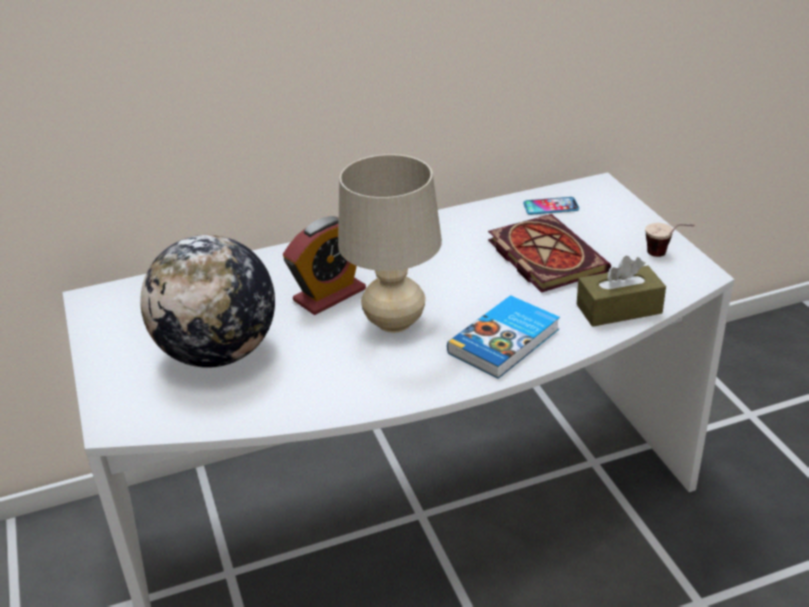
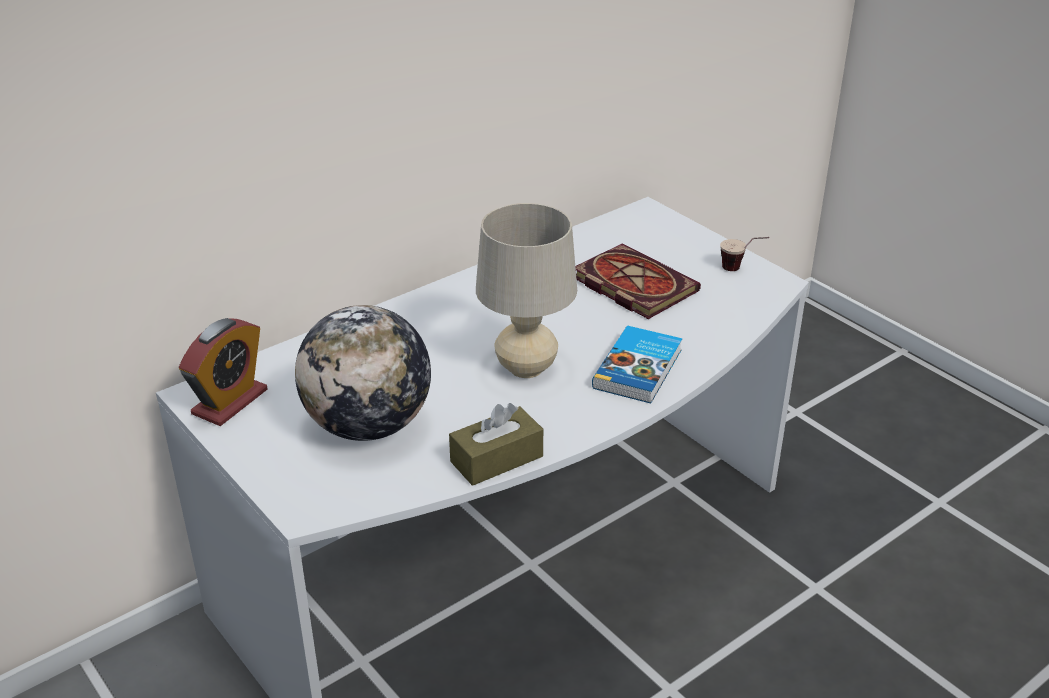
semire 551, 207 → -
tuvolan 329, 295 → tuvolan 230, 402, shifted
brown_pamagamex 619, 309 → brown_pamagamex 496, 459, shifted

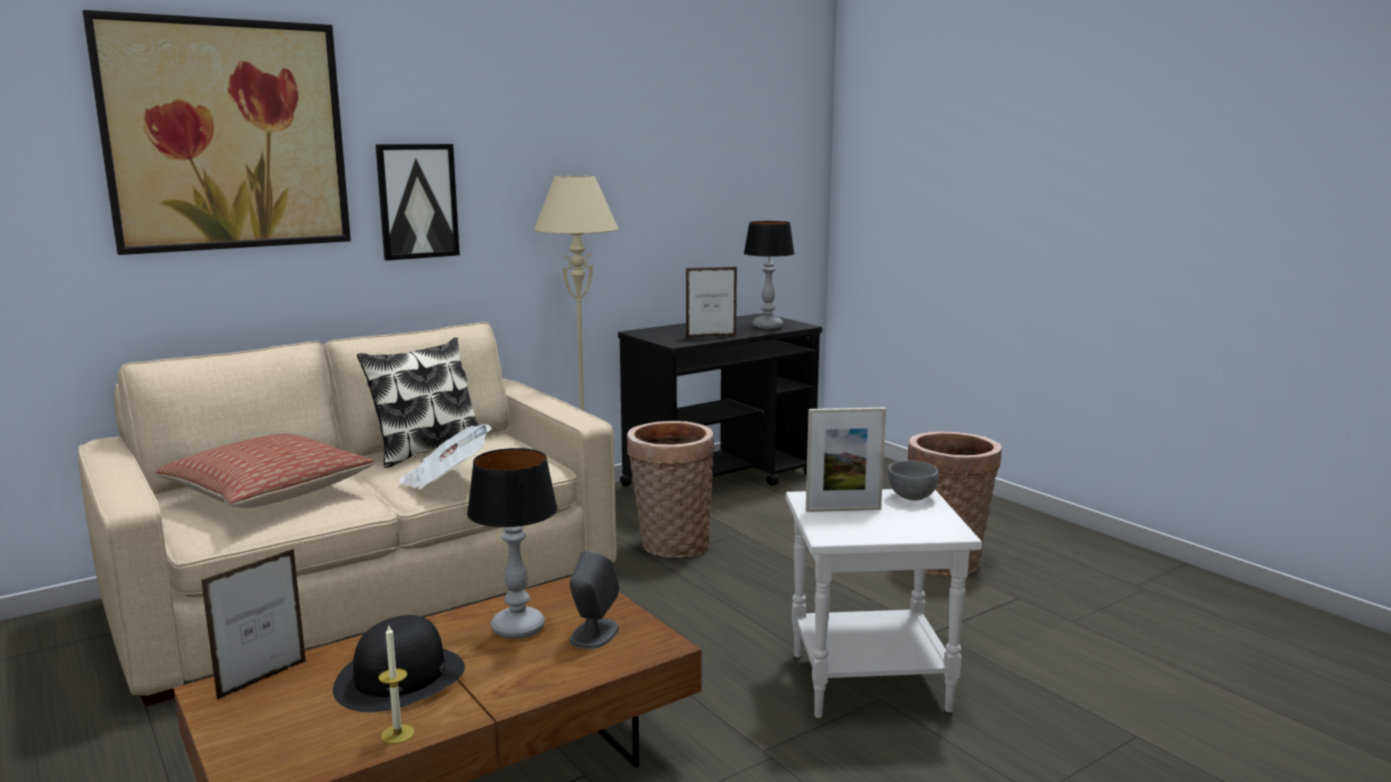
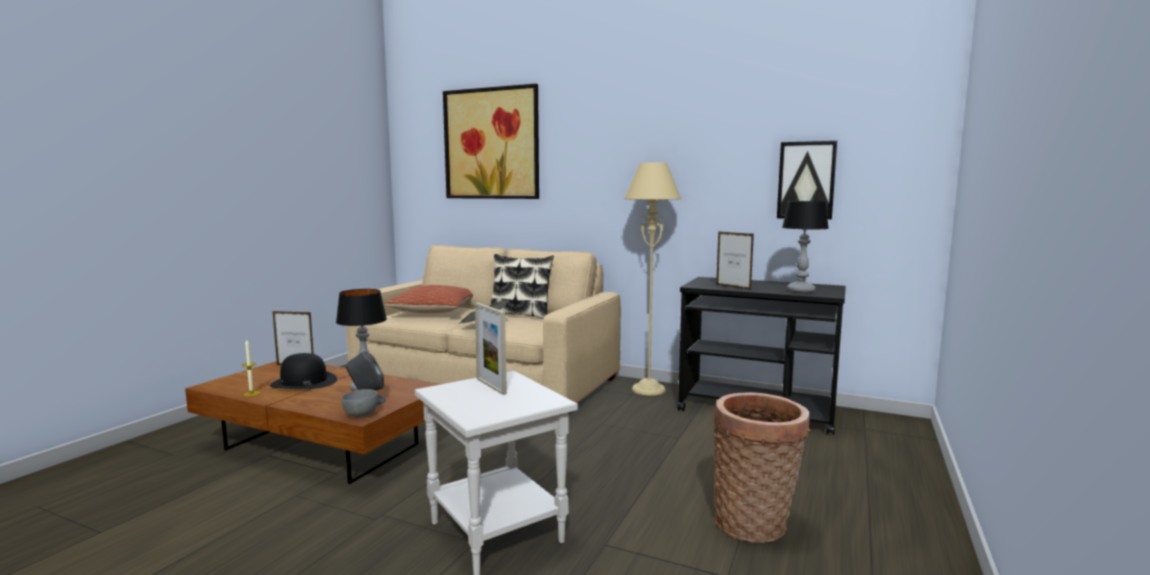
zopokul 671, 546 → -
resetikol 417, 201 → resetikol 806, 180, shifted
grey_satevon 912, 497 → grey_satevon 361, 415, shifted

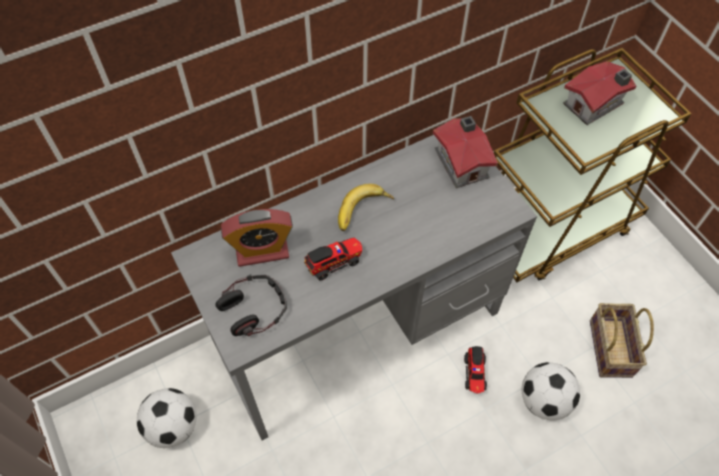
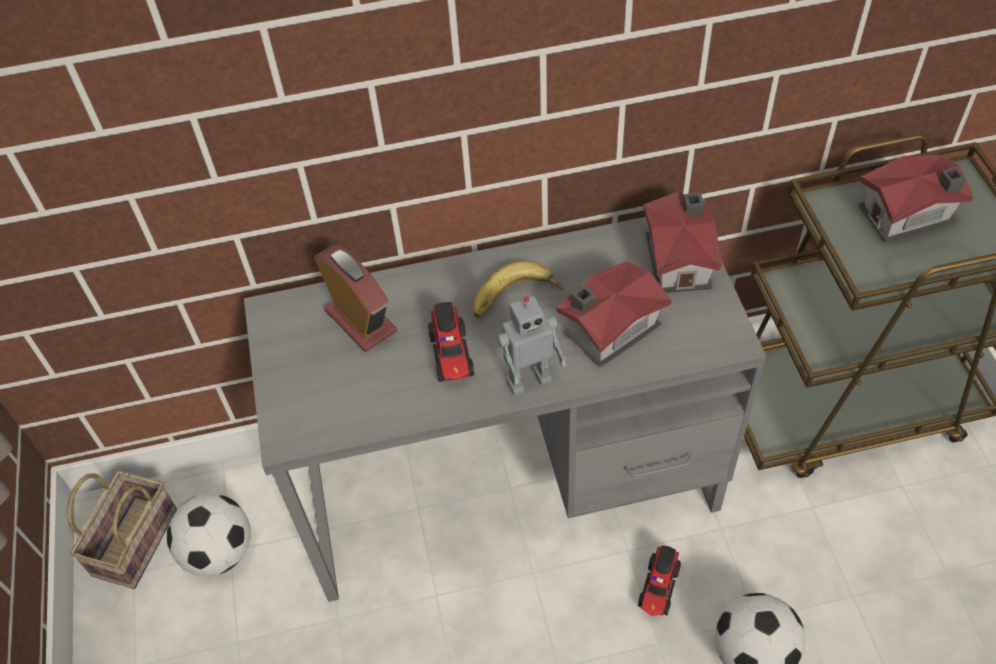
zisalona 254, 308 → -
- → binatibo 528, 379
- → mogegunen 608, 330
zopokul 608, 347 → zopokul 135, 539, shifted
tuvolan 262, 251 → tuvolan 360, 321, 135 degrees counterclockwise
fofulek 334, 262 → fofulek 451, 357, 90 degrees clockwise

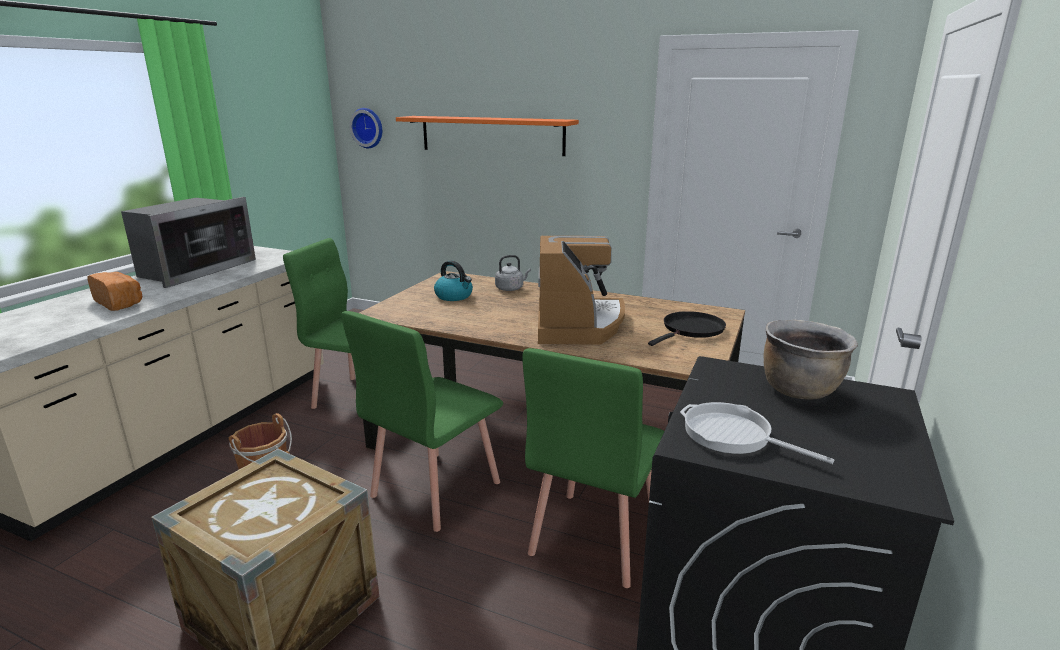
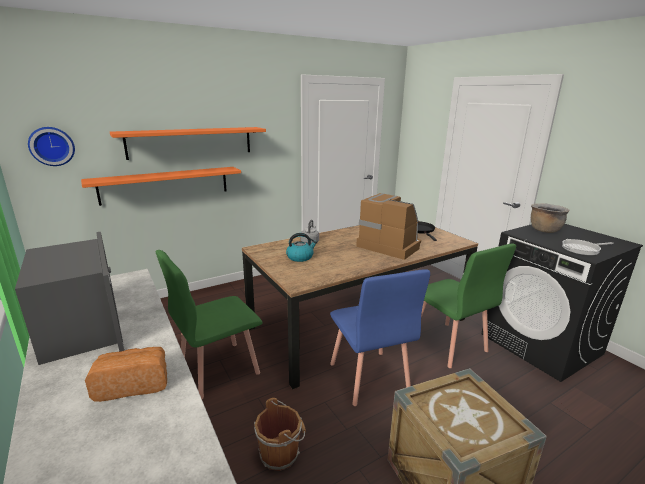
- → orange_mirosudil 165, 185
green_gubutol 434, 489 → blue_gubutol 368, 377

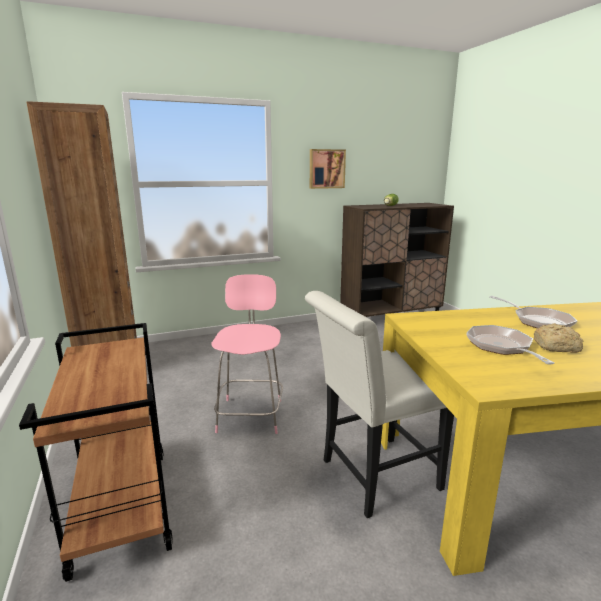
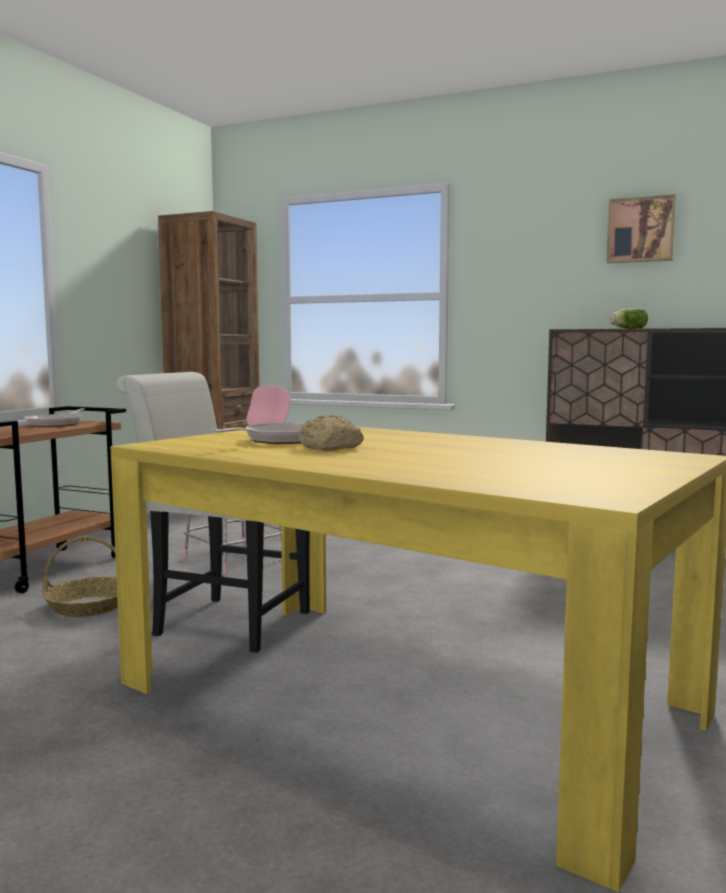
- → zopokul 88, 606
resetikol 326, 169 → resetikol 640, 230, shifted
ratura 538, 321 → ratura 57, 424, shifted

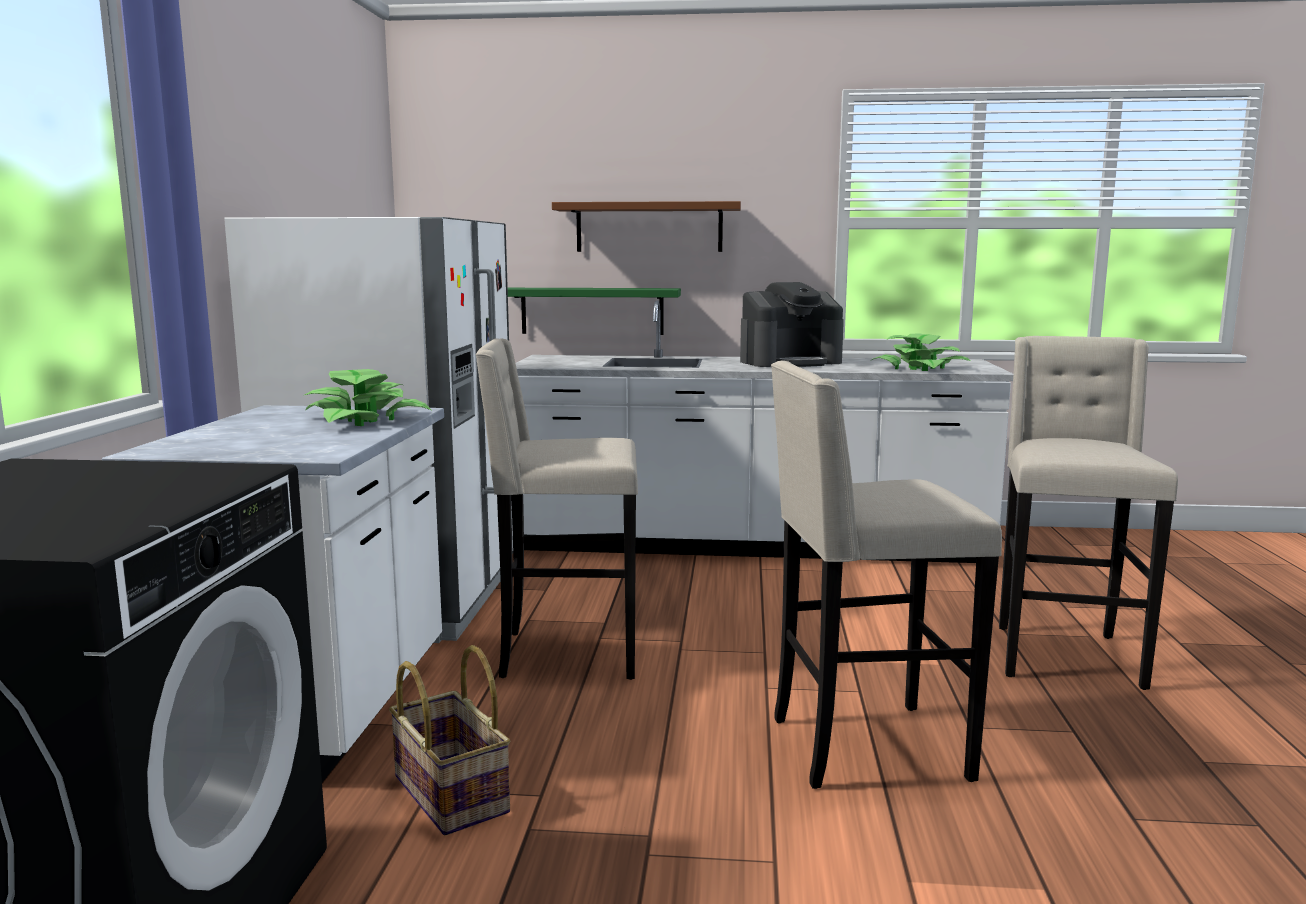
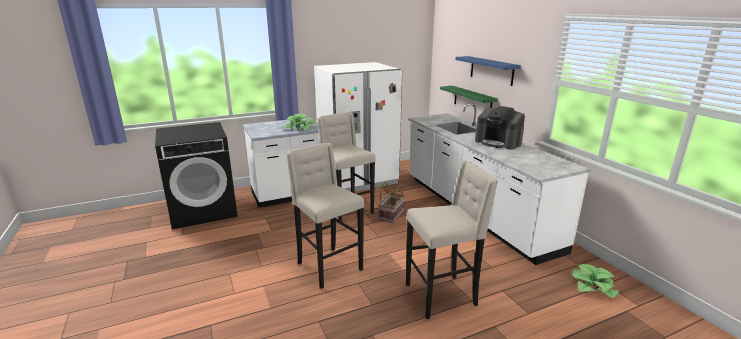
zopokul 448, 794 → zopokul 391, 215, shifted
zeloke 919, 368 → zeloke 593, 286, shifted
brown_mirosudil 649, 227 → blue_mirosudil 491, 70

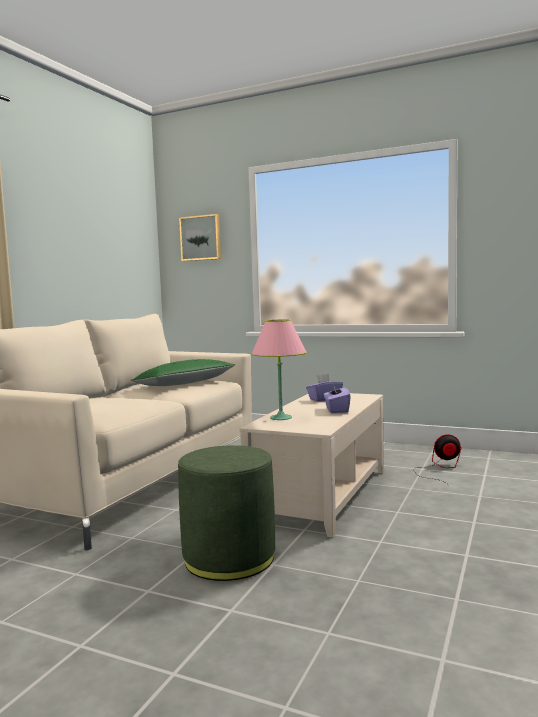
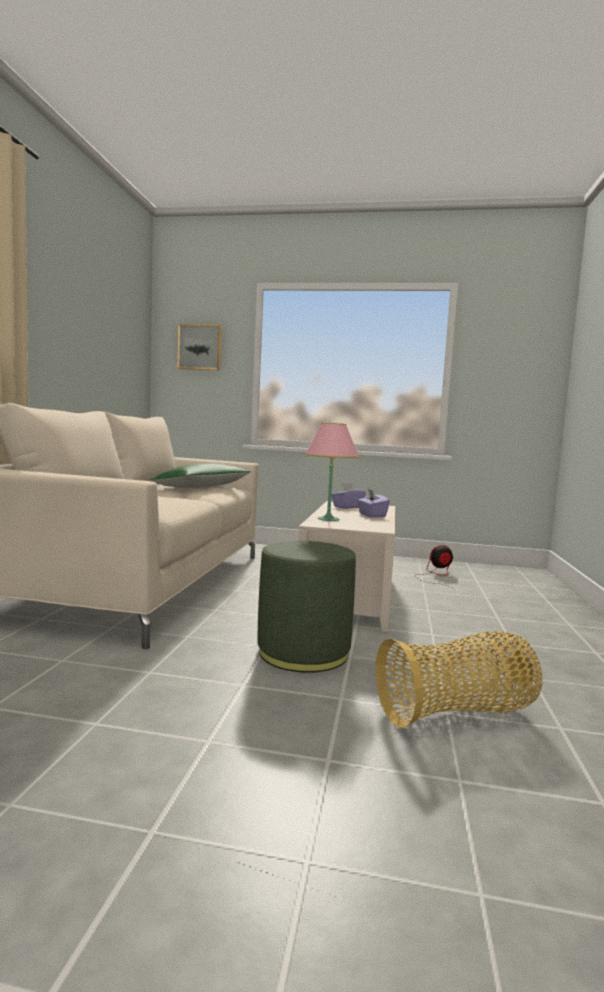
- → zopokul 457, 713

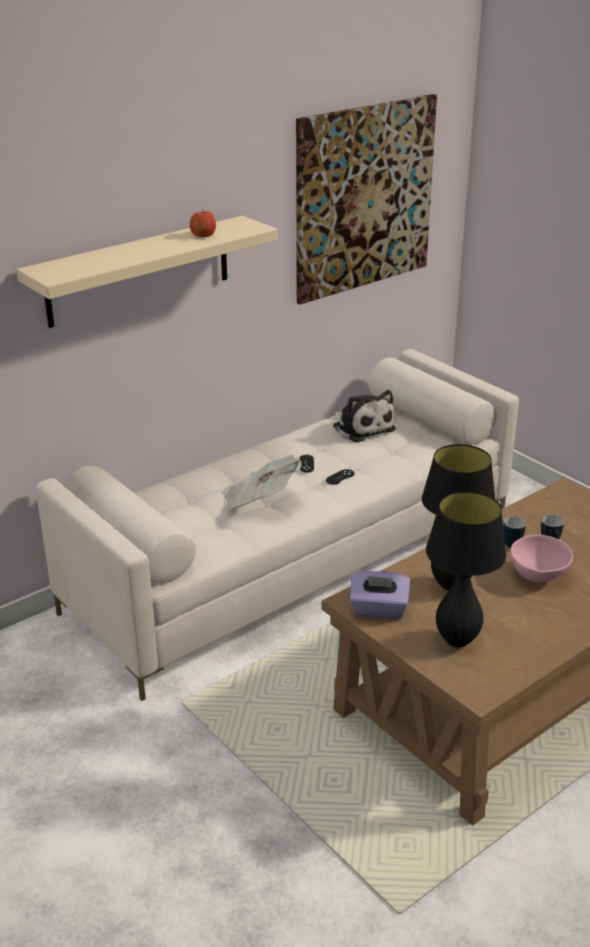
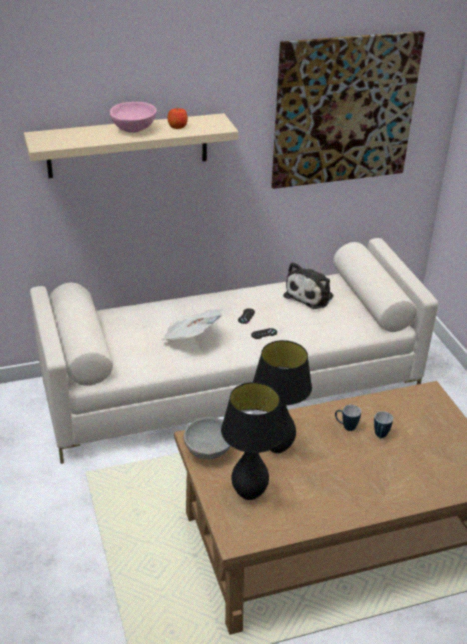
pink_satevon 539, 575 → pink_satevon 134, 130, shifted
purple_pamagamex 378, 610 → grey_satevon 209, 451
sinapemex 362, 427 → sinapemex 310, 295, 45 degrees clockwise

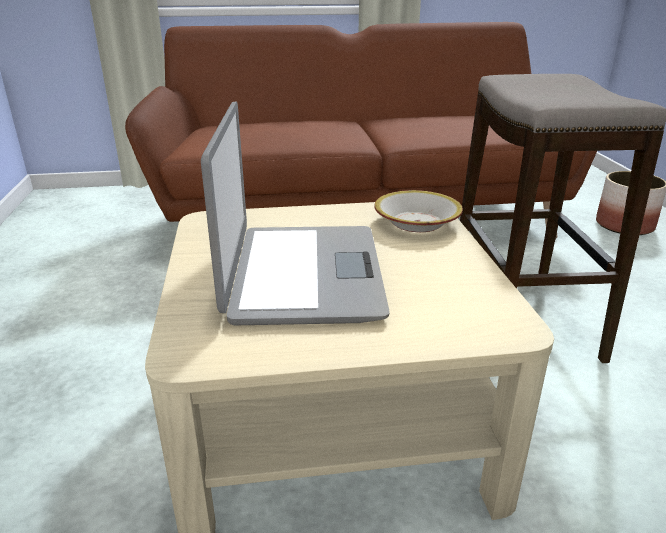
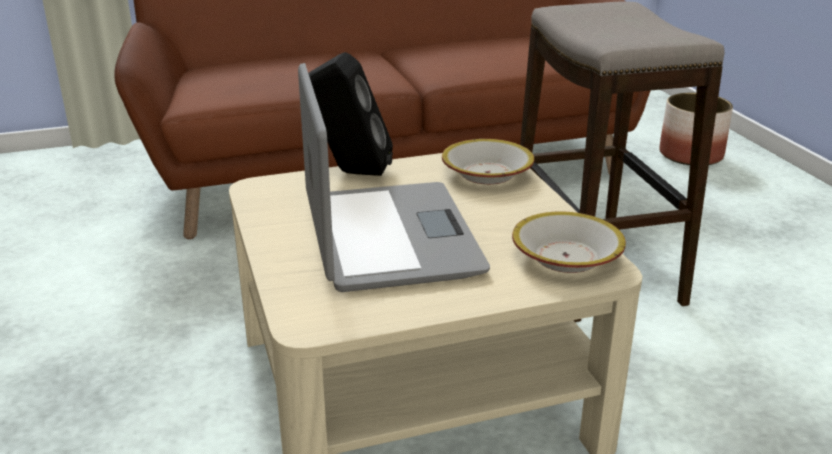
- → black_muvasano 350, 172
- → satevon 565, 257

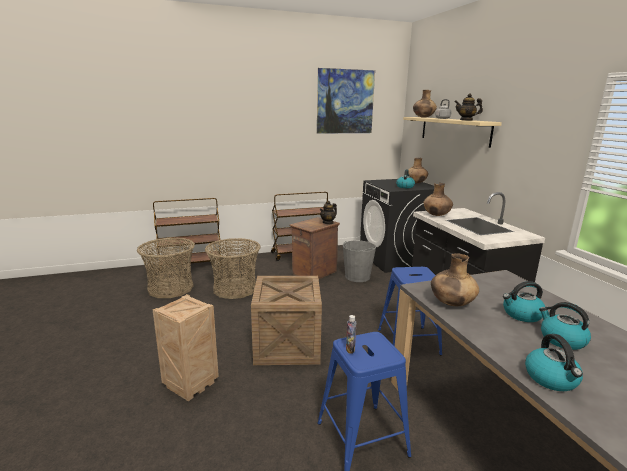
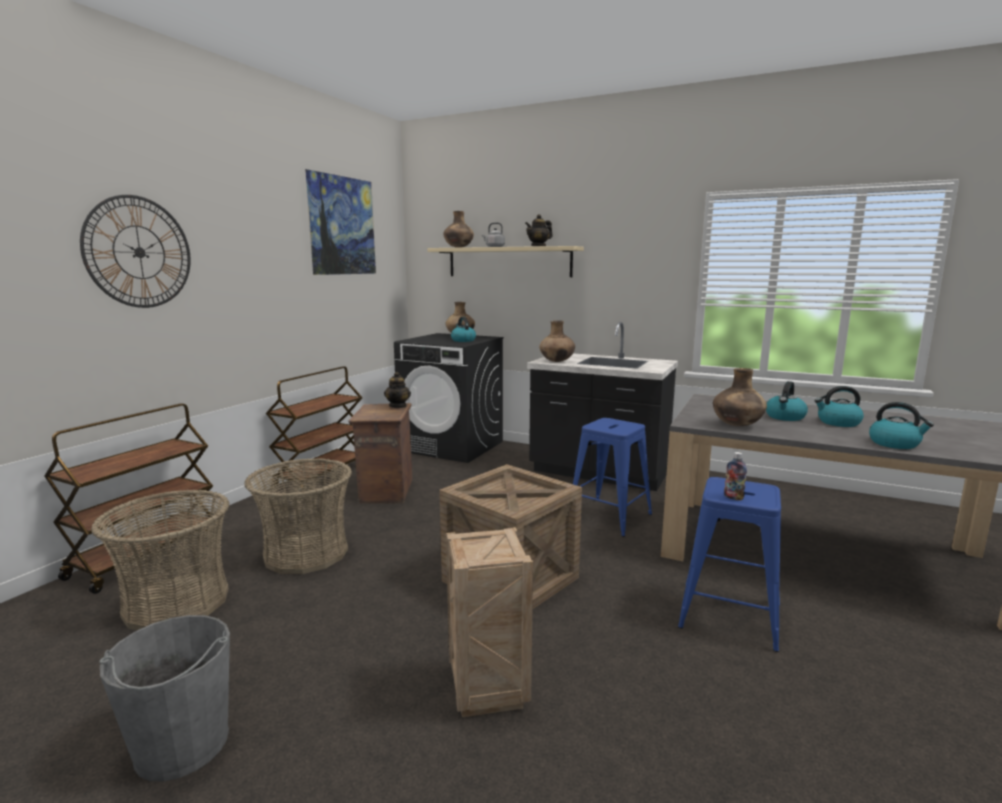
- → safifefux 139, 252
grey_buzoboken 357, 277 → grey_buzoboken 182, 745, shifted

